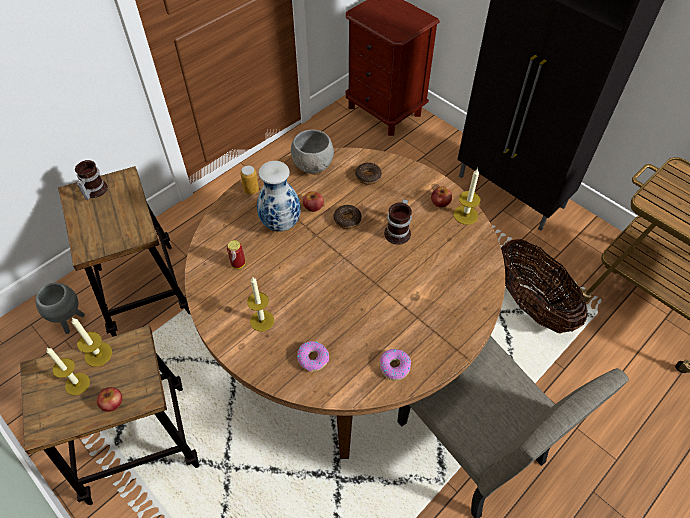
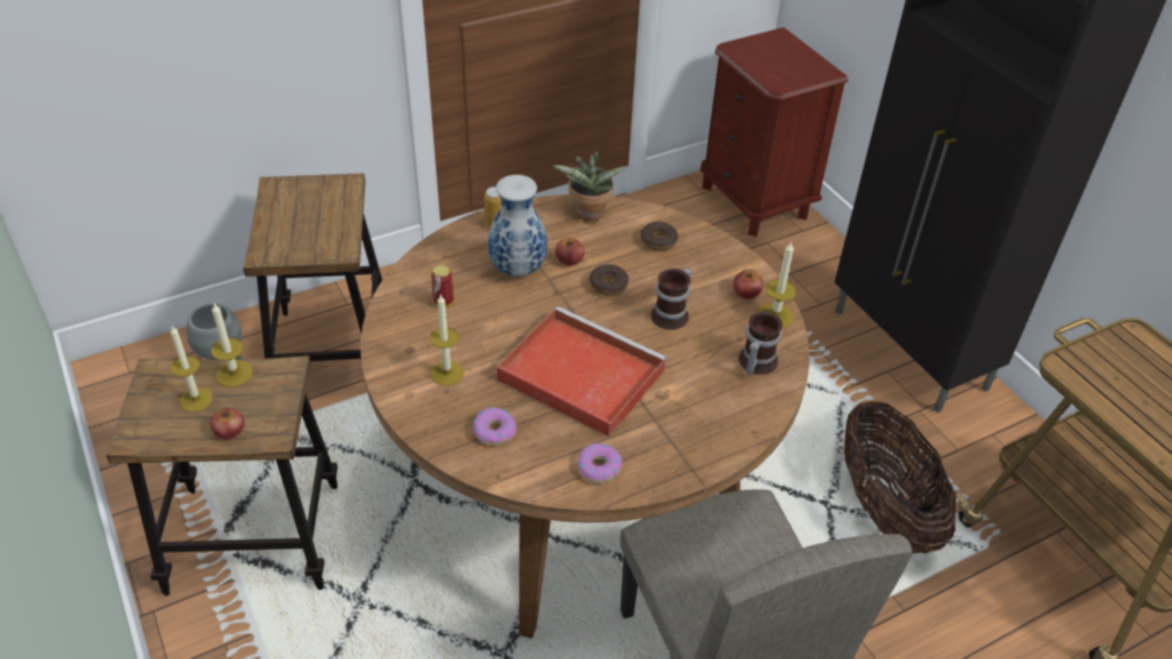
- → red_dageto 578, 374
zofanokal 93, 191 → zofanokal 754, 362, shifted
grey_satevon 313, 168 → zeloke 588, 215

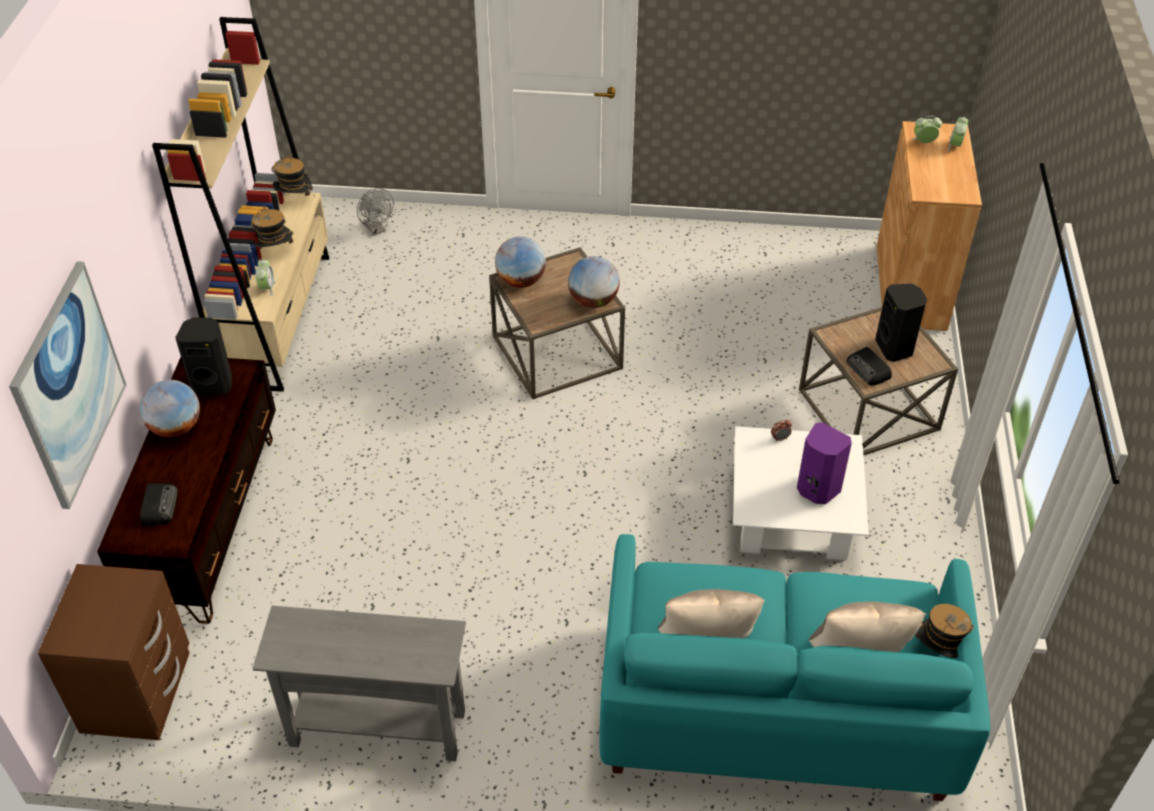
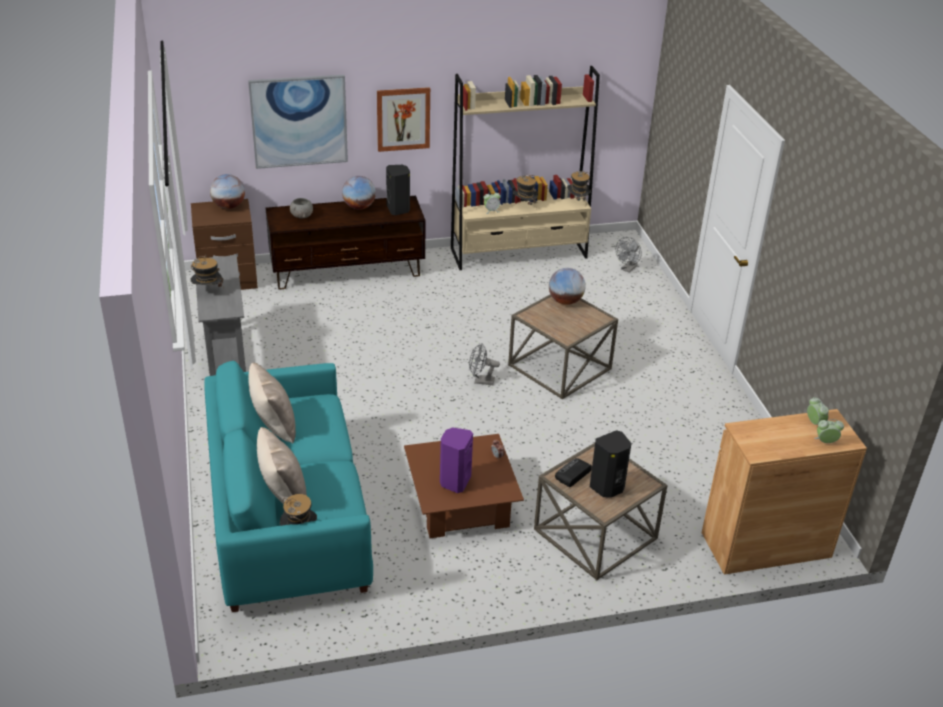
- → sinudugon 208, 292
- → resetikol 403, 119
- → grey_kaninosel 481, 381
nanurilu 593, 301 → nanurilu 229, 206, shifted
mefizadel 159, 506 → grey_satevon 302, 216
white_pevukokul 792, 515 → brown_pevukokul 461, 505

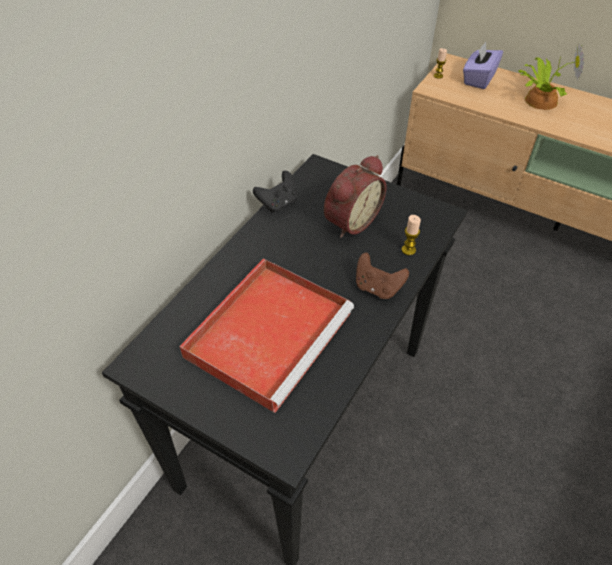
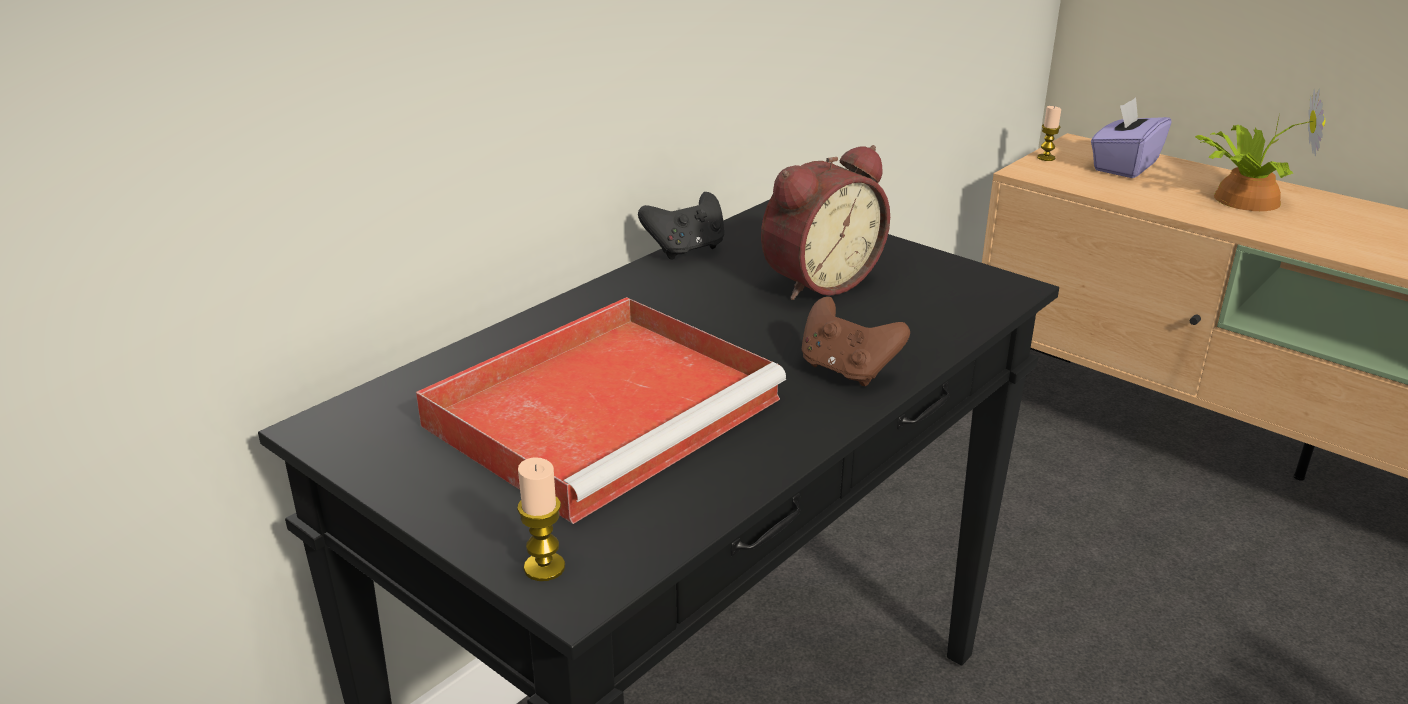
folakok 408, 250 → folakok 544, 567, shifted

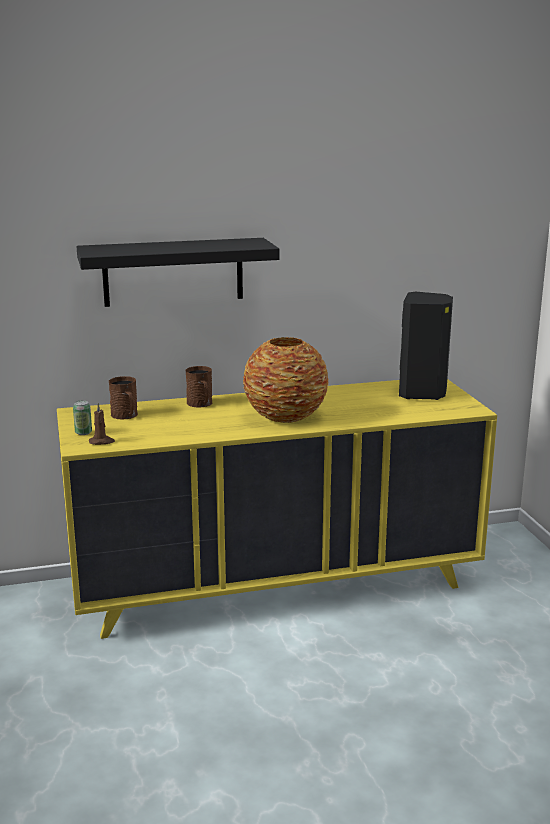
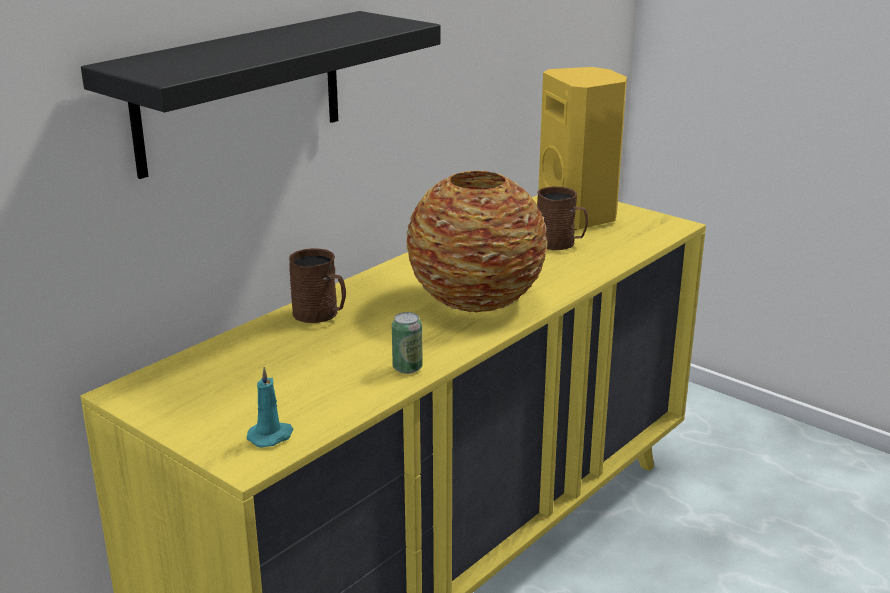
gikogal 83, 433 → gikogal 407, 368, shifted
brown_zofanokal 126, 416 → brown_zofanokal 560, 243, shifted
brown_folakok 102, 442 → turquoise_folakok 271, 436
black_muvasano 423, 393 → yellow_muvasano 579, 216

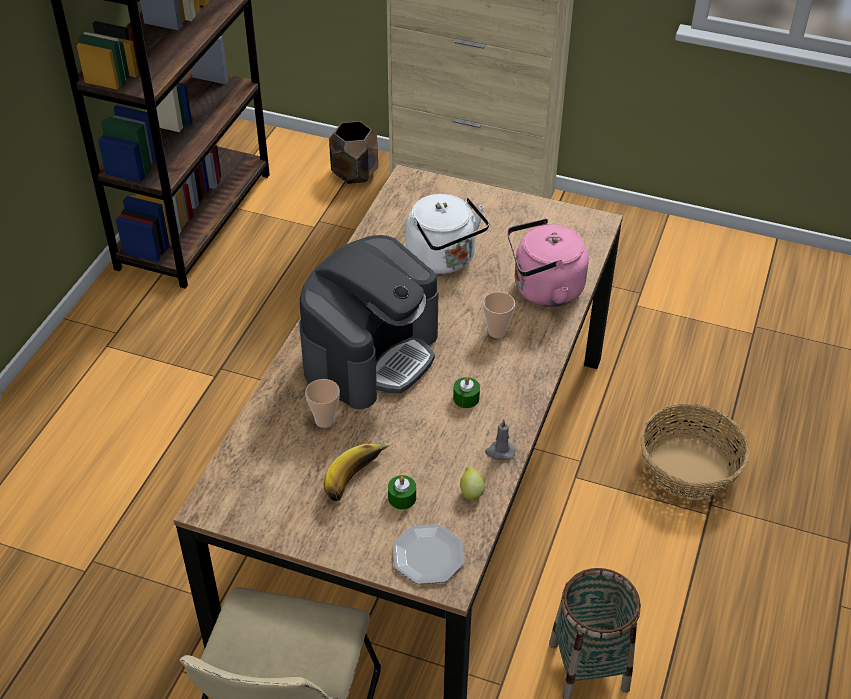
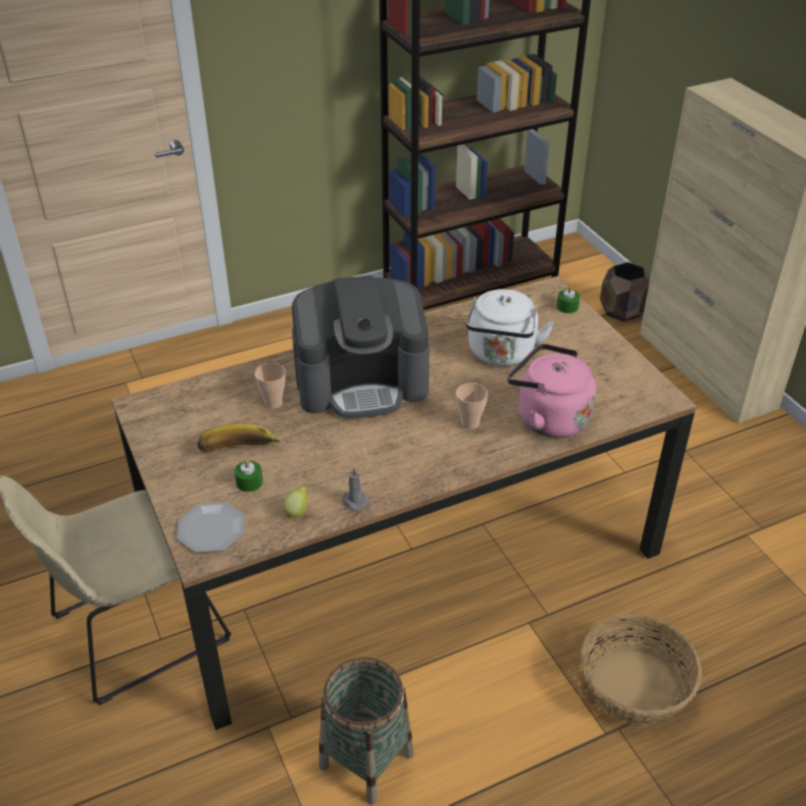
green_folakok 466, 398 → green_folakok 567, 307, shifted

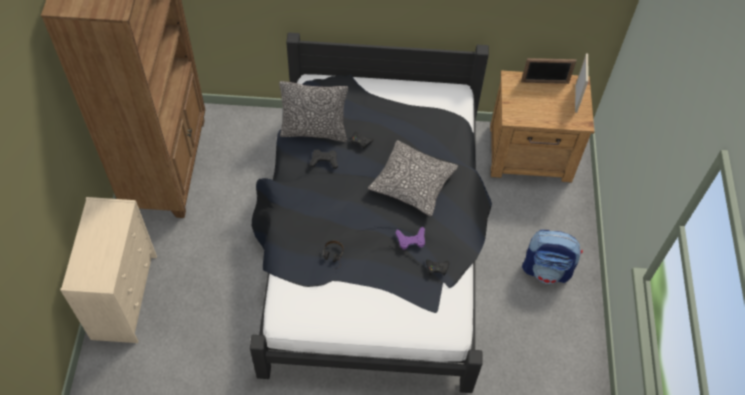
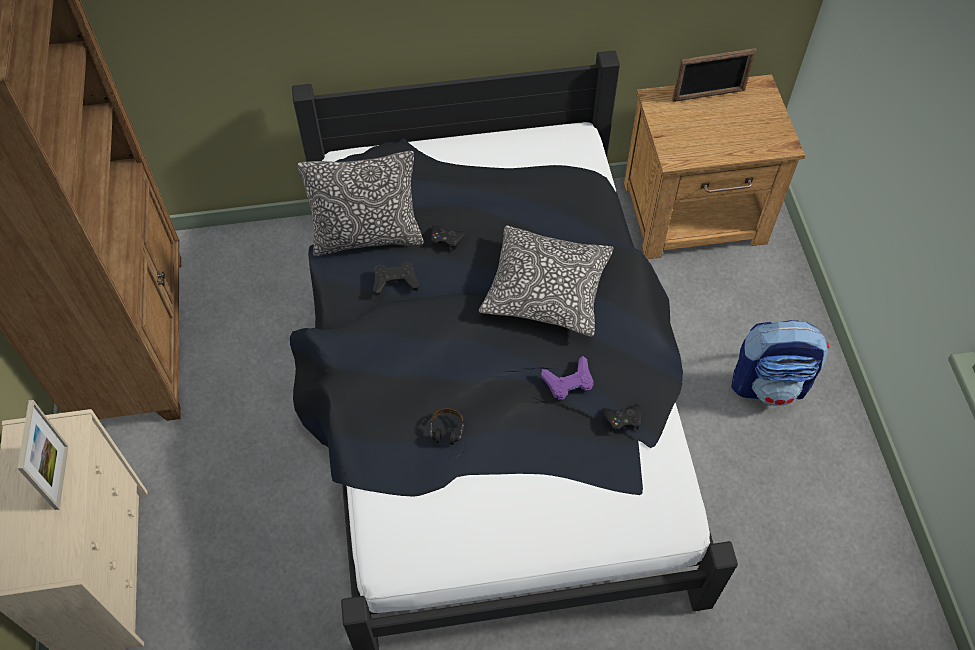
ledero 576, 99 → ledero 61, 477, shifted

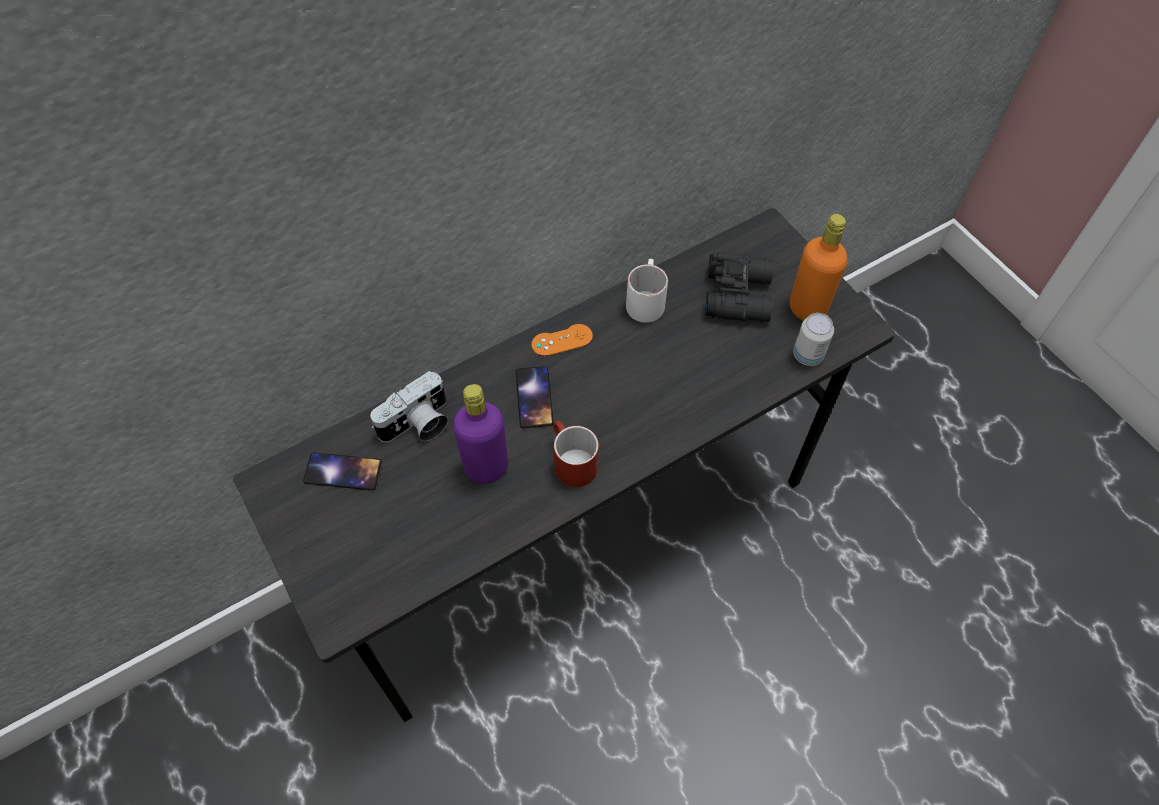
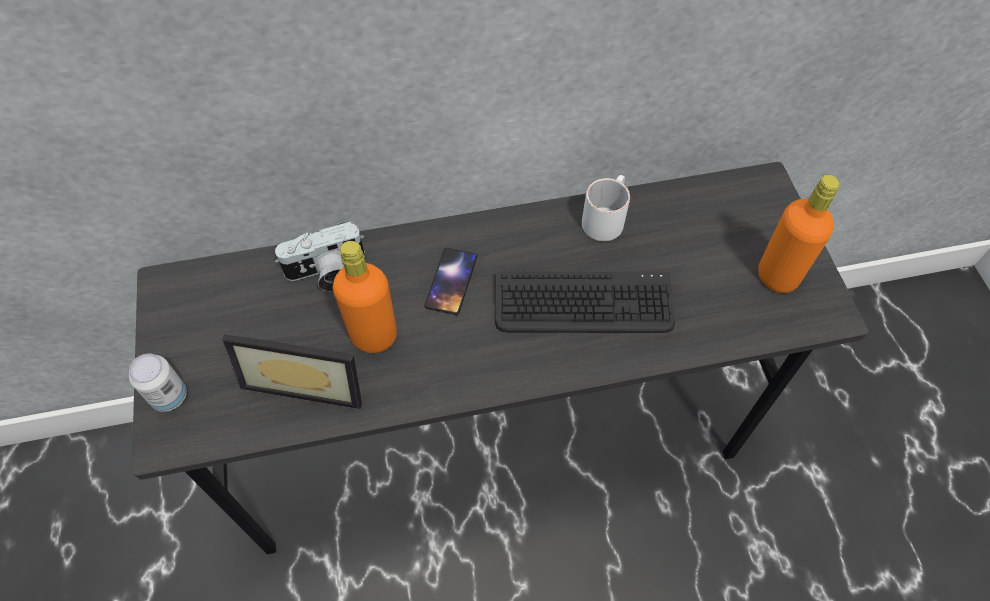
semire 343, 471 → -
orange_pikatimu 562, 340 → -
red_zofanokal 570, 462 → -
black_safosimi 739, 294 → -
- → ledero 307, 378
- → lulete 583, 304
gikogal 807, 355 → gikogal 169, 396, shifted
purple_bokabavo 486, 467 → orange_bokabavo 374, 336

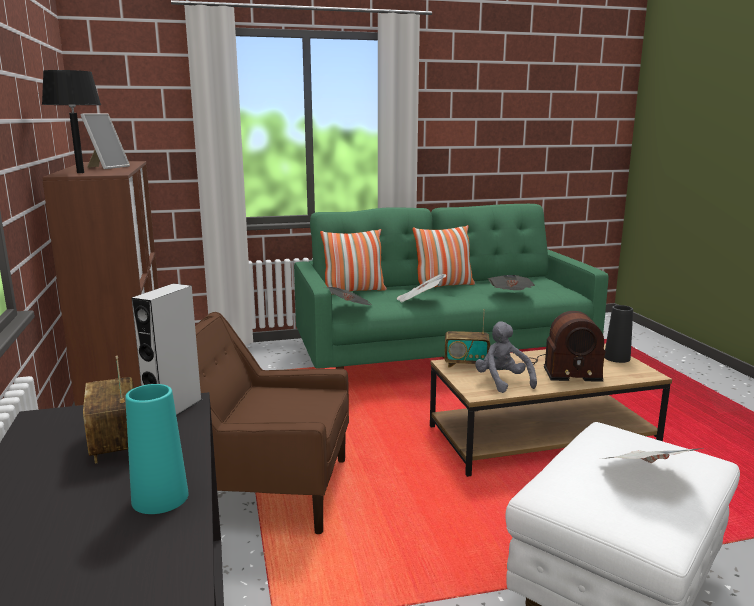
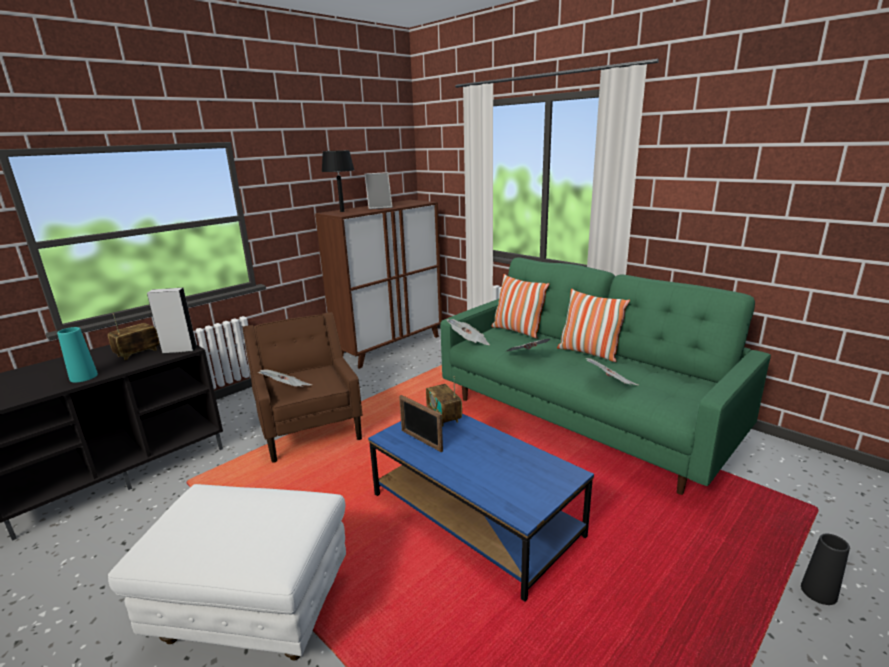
mefizadel 560, 370 → -
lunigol 645, 476 → lunigol 287, 390, shifted
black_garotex 617, 358 → black_garotex 818, 592, shifted
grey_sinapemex 502, 381 → ledero 421, 440
brown_pevukokul 541, 437 → blue_pevukokul 474, 514

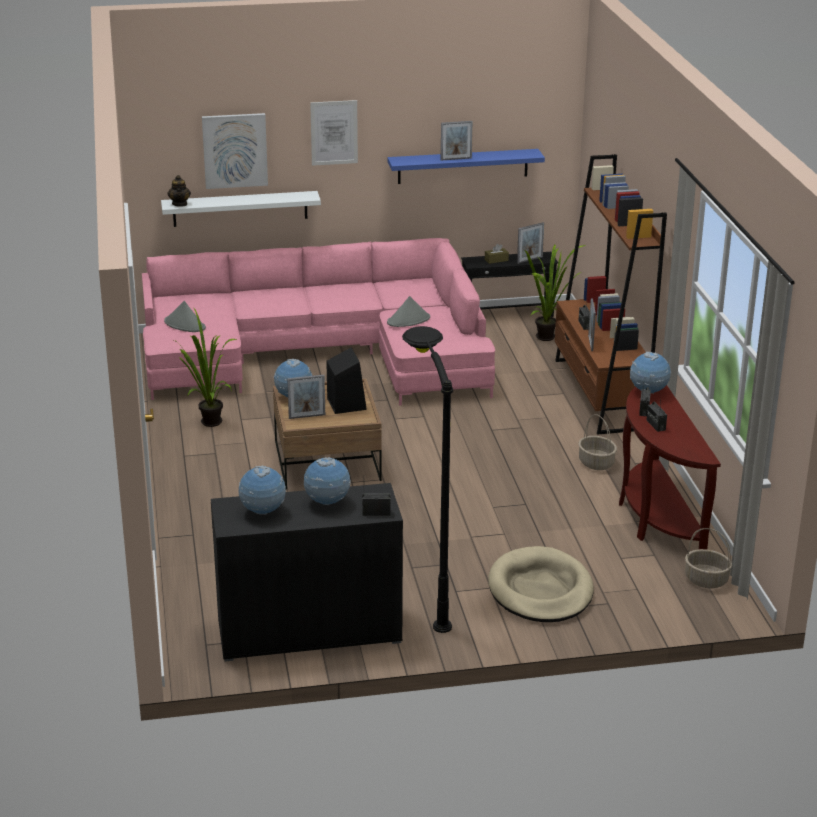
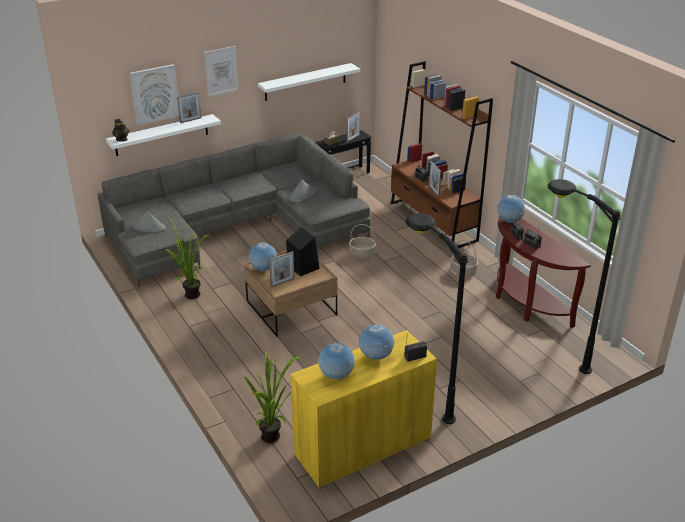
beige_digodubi 540, 590 → -
- → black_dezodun 550, 353
ledero 456, 159 → ledero 190, 120, shifted
zeloke 549, 338 → zeloke 275, 438, shifted
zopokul 705, 580 → zopokul 362, 254, shifted
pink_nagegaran 321, 355 → grey_nagegaran 237, 228
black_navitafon 309, 631 → yellow_navitafon 362, 447
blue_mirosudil 463, 166 → white_mirosudil 305, 82

